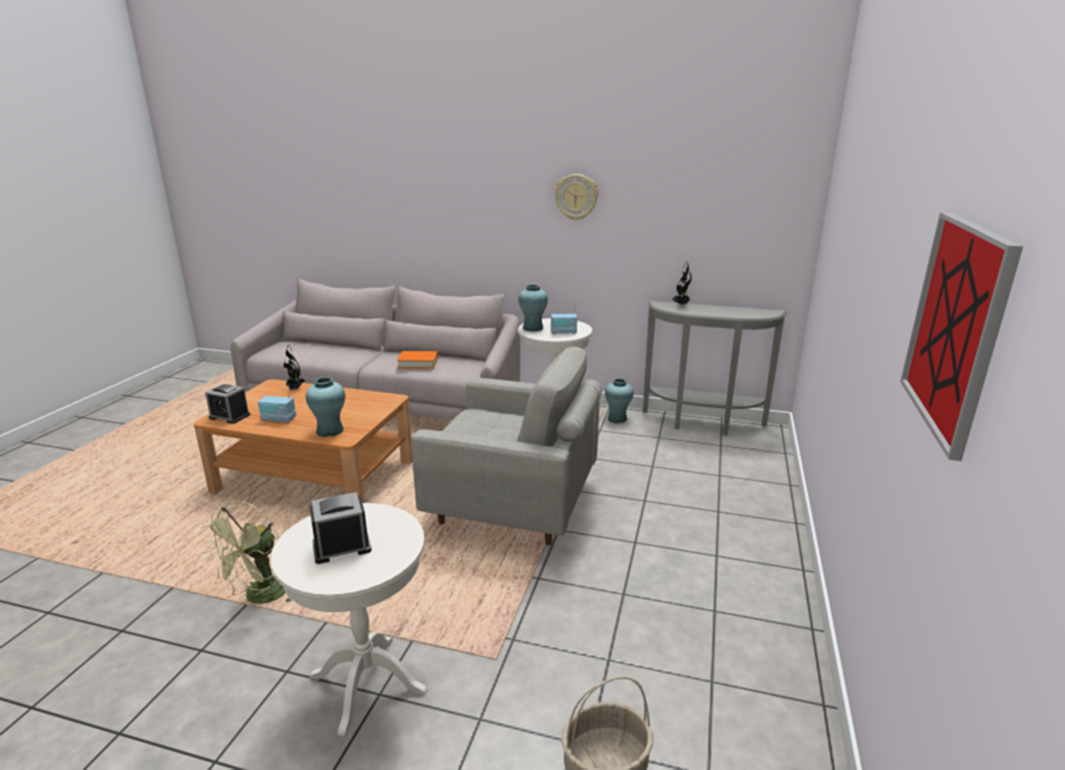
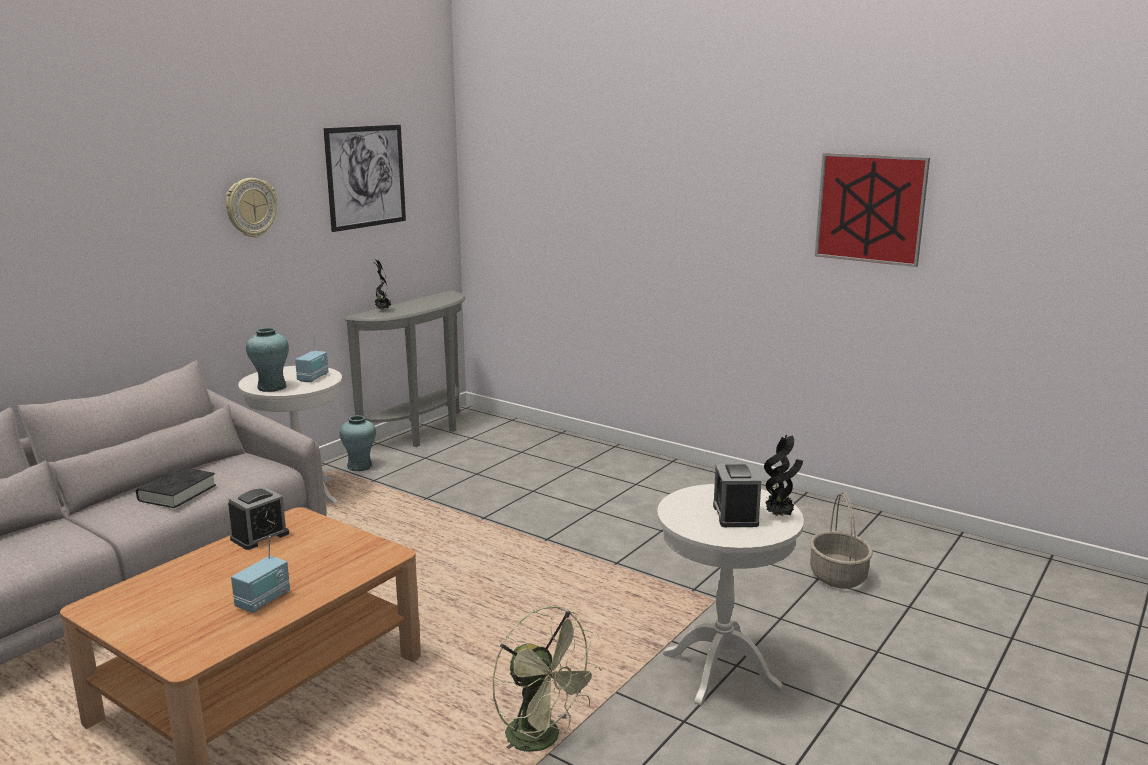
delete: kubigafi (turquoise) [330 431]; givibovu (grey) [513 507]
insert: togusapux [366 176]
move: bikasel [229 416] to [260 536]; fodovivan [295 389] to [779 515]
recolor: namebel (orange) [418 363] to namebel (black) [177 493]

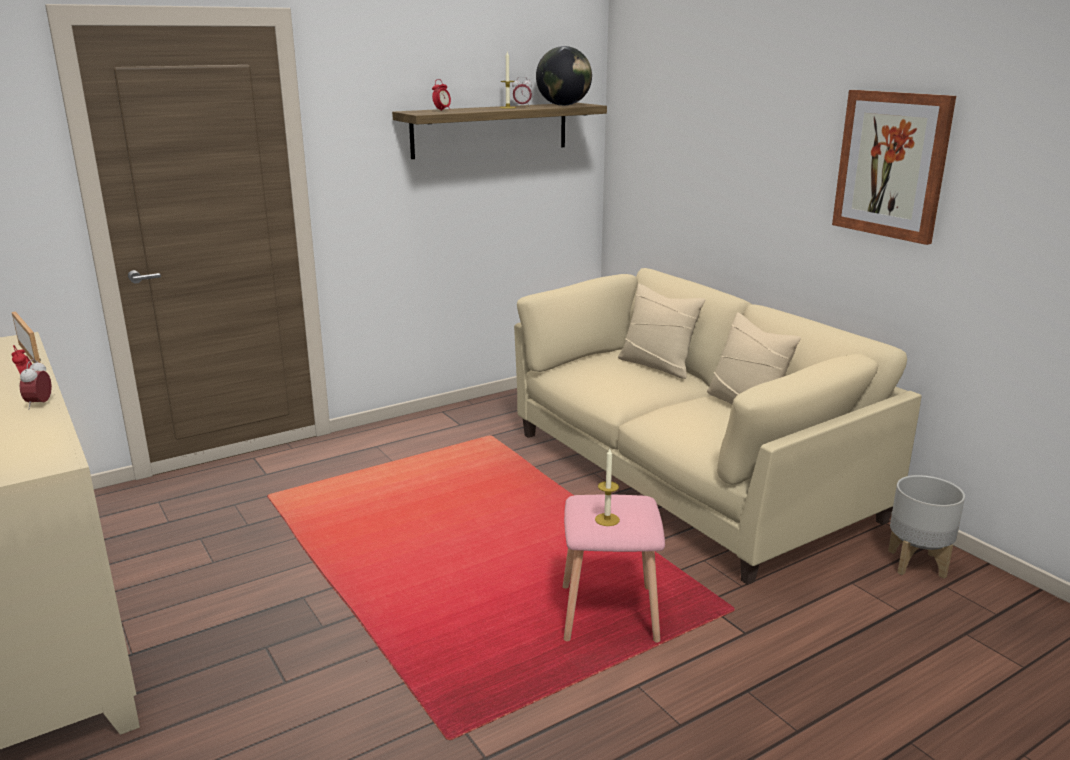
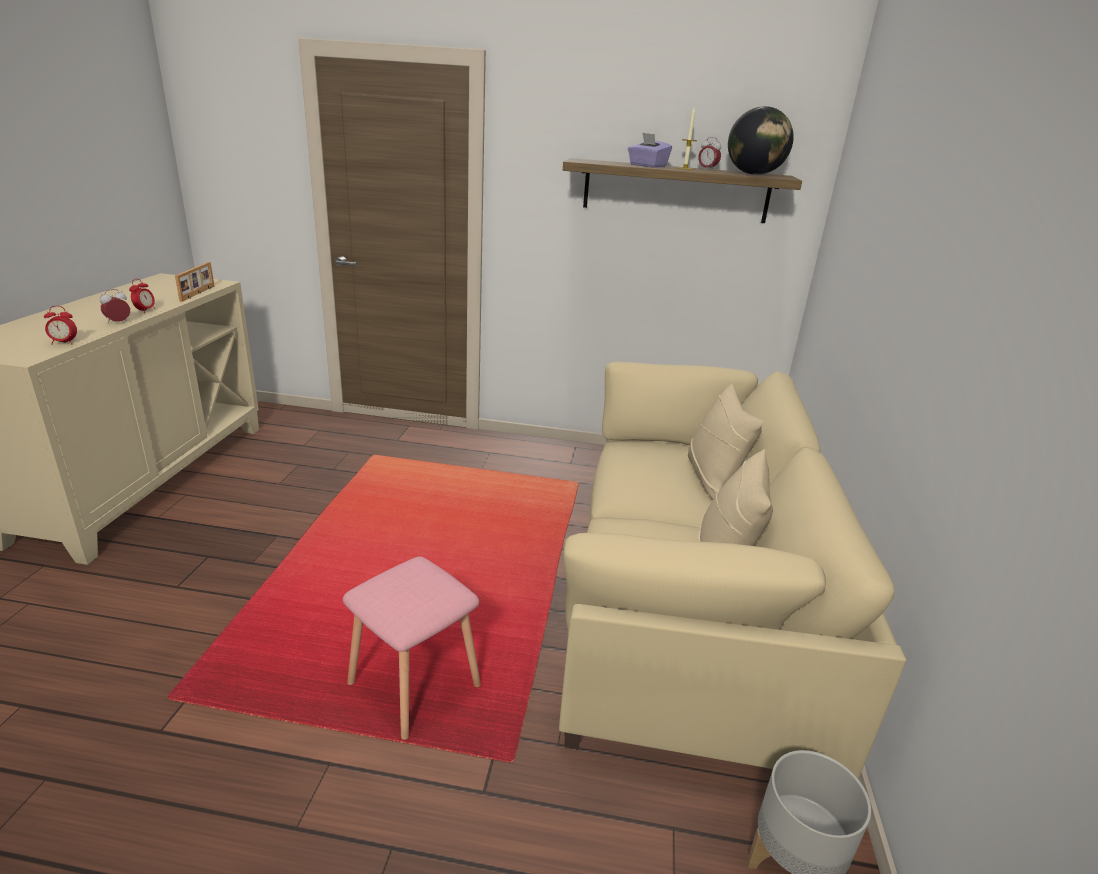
delete: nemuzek [607 519]; togusapux [891 165]
insert: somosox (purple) [647 166]
move: bikasel [442 110] to [64 343]

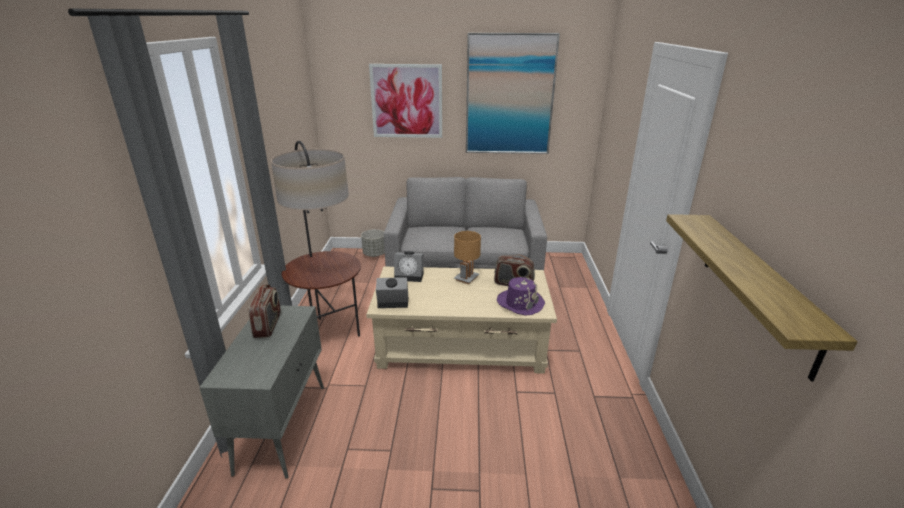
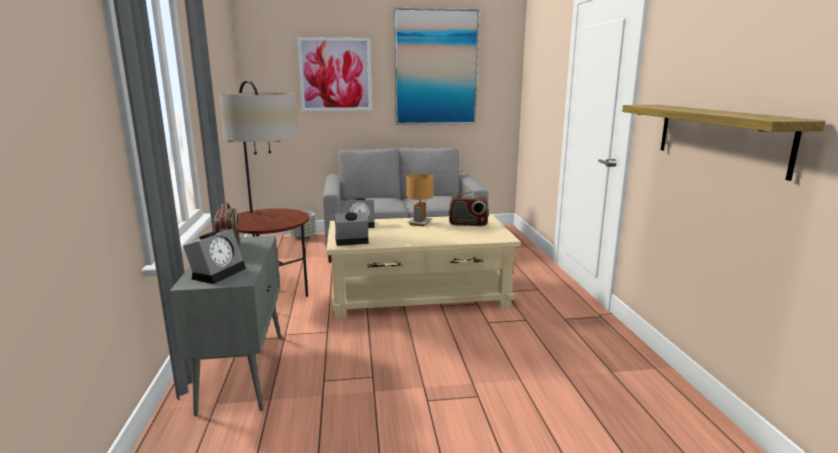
delete: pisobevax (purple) [520 303]
insert: bikasel [218 272]

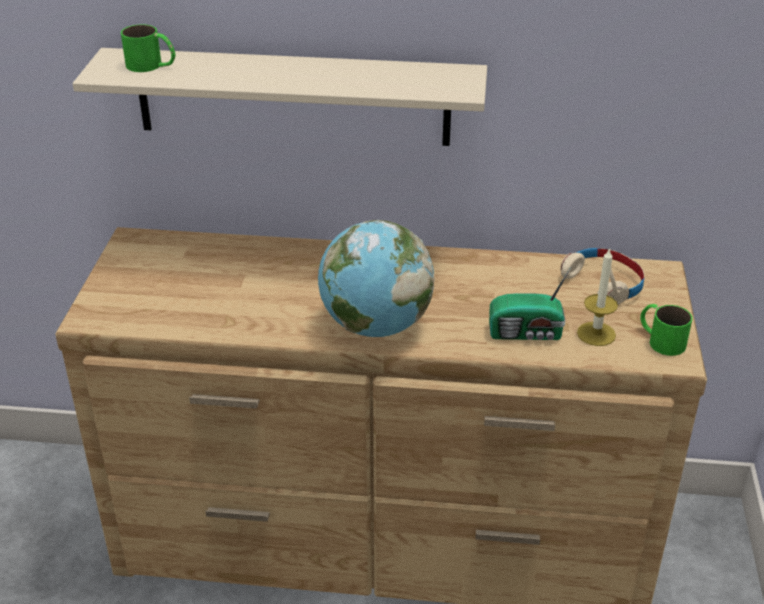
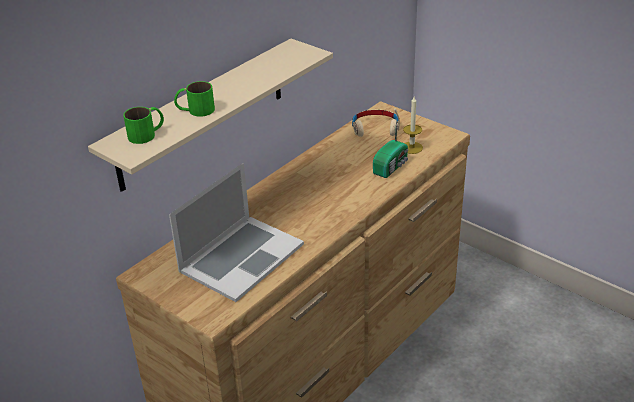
delete: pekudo [375 326]
insert: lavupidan [241 257]
move: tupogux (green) [660 339] to [195 110]

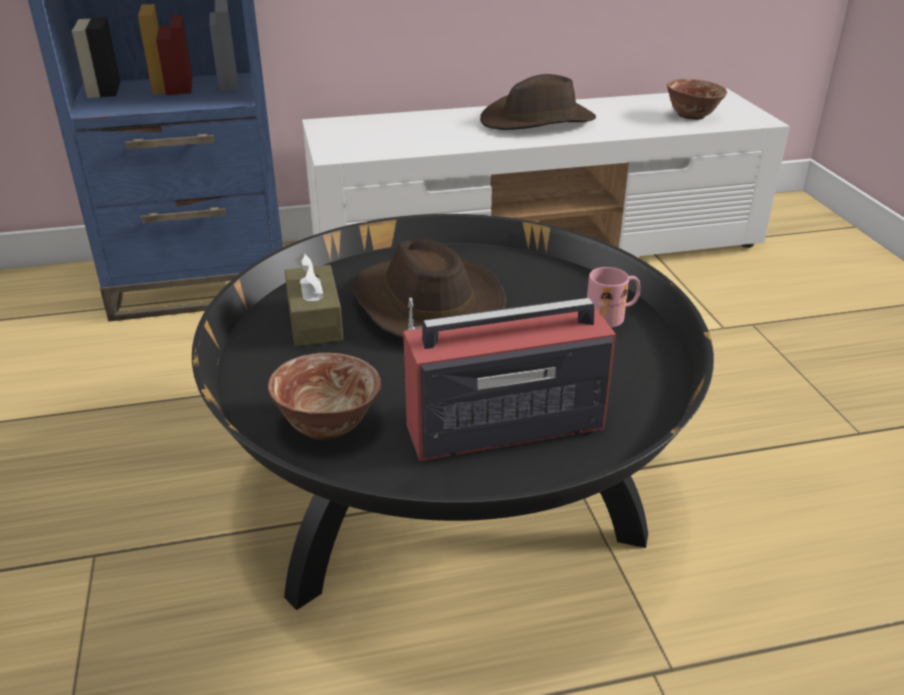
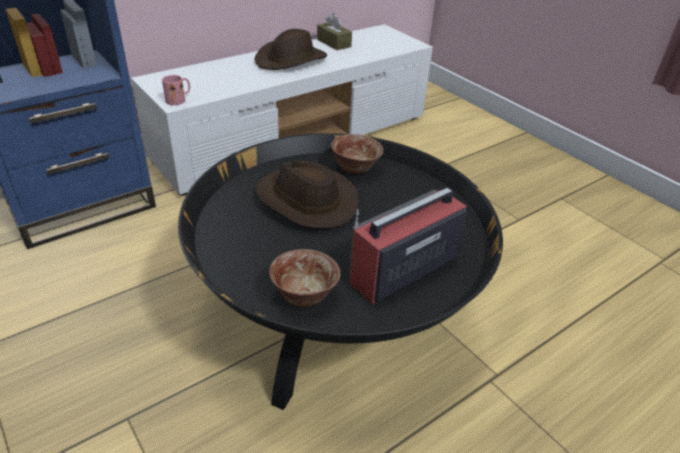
move: somosox (brown) [314 320] to [334 43]; tupogux (pink) [612 316] to [179 99]; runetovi [692 116] to [355 168]

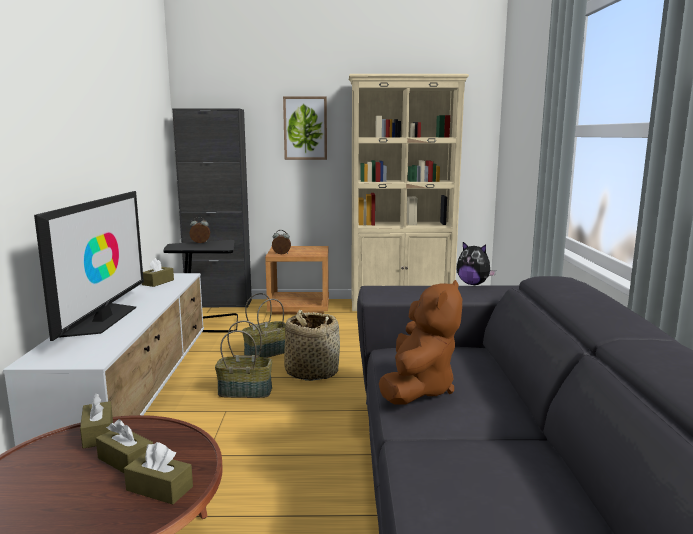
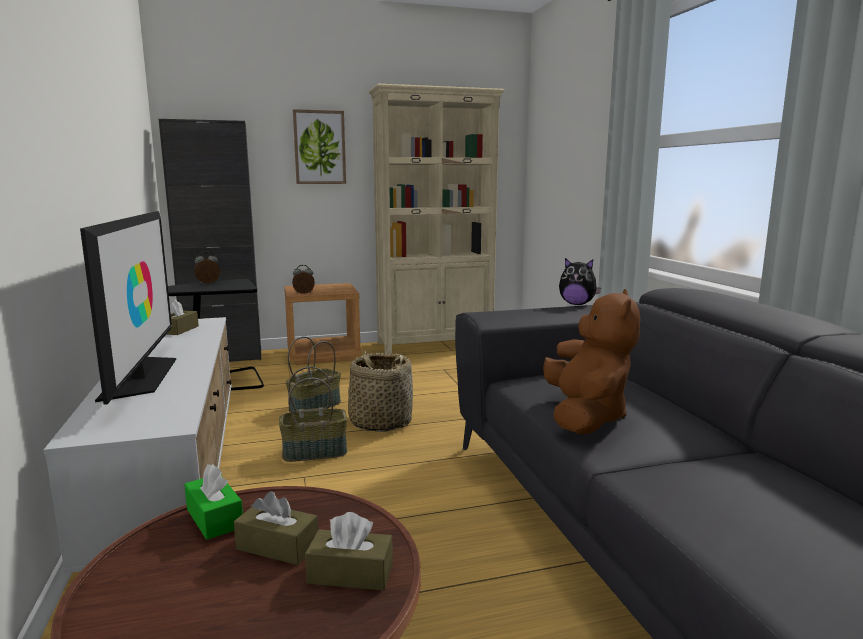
recolor: somosox (brown) [98 433] to somosox (green) [214 518]

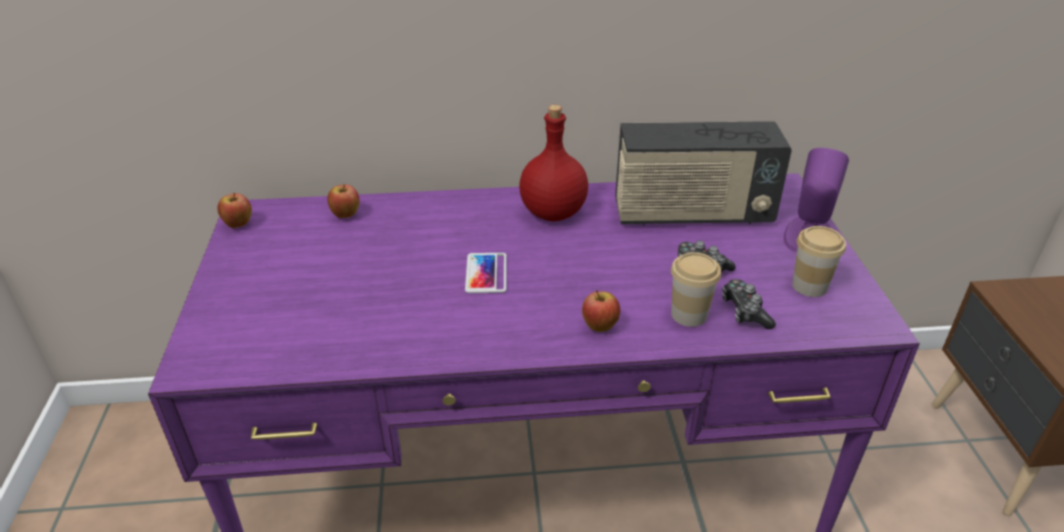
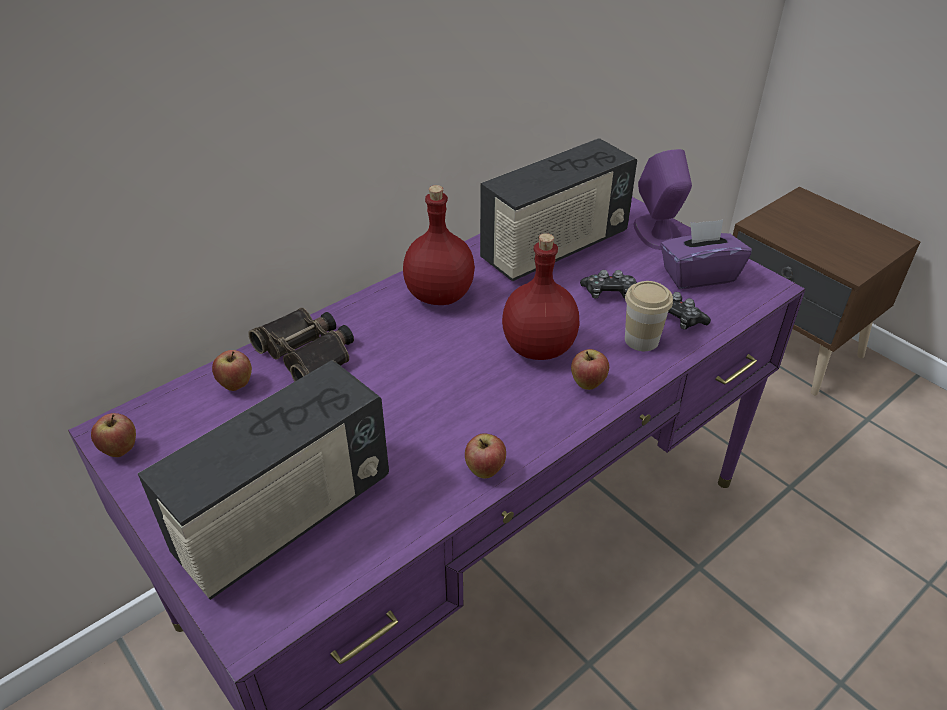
delete: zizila [486 273]
insert: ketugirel [285 518]; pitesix [308 353]; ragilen [485 471]; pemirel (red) [539 346]
replace: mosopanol [809 286] to somosox (purple) [698 275]

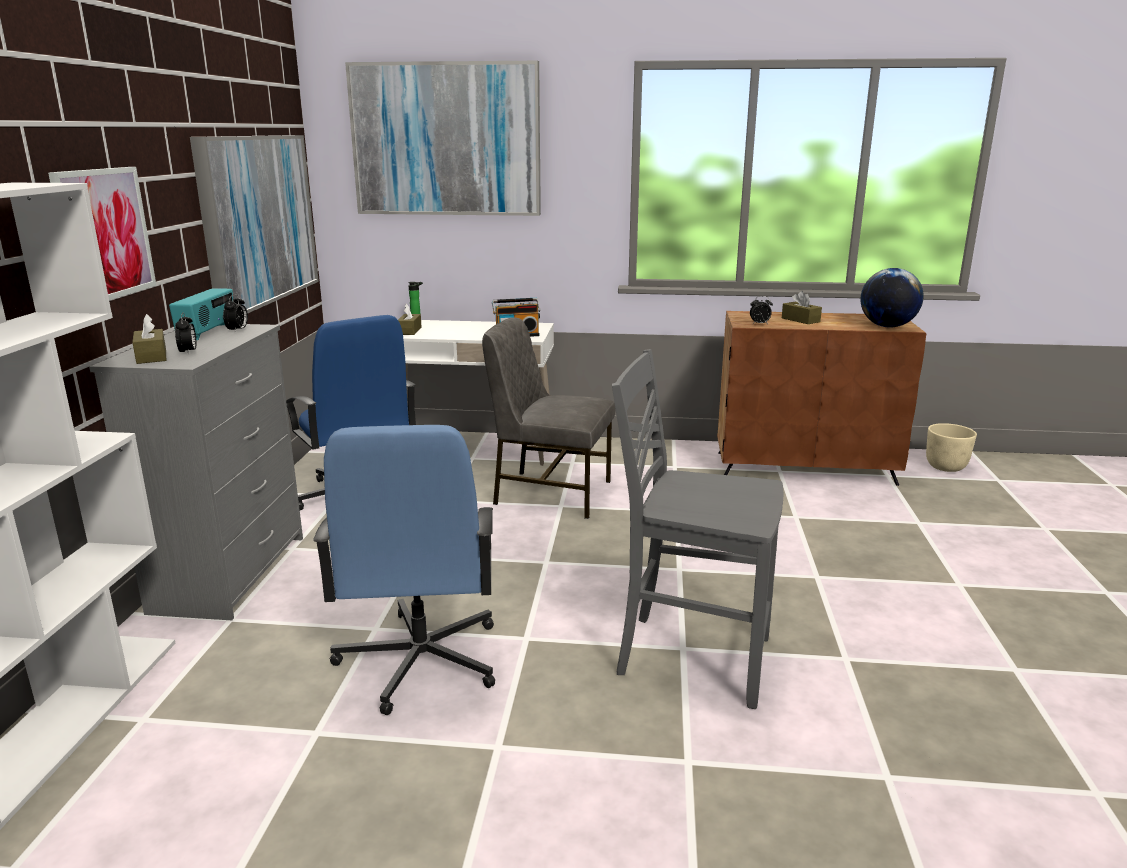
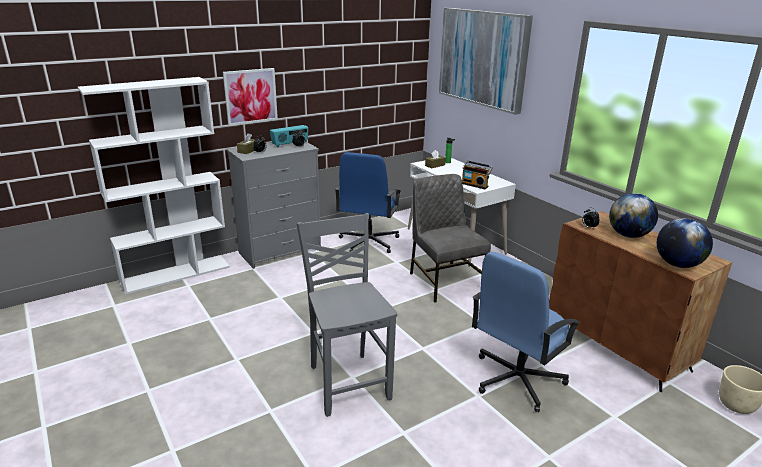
delete: togusapux [257 220]
move: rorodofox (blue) [419 661] to [516 379]
replace: somosox (brown) [800 320] to pekudo [628 235]

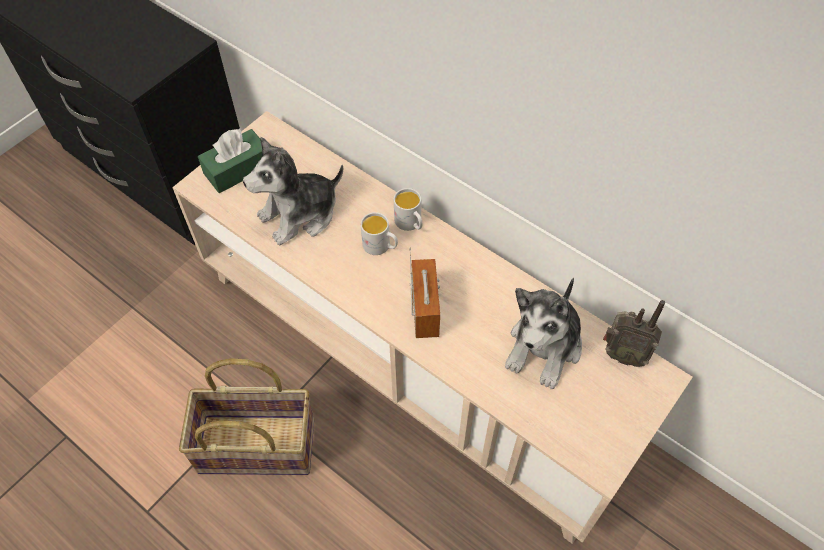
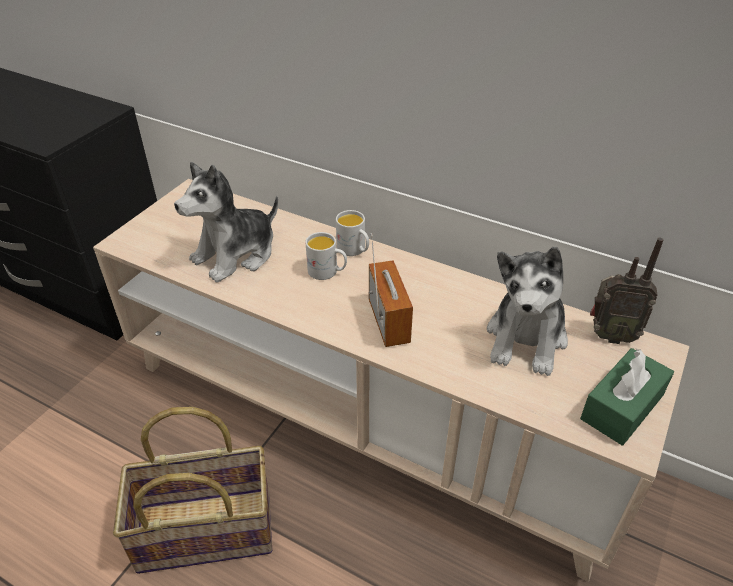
move: somosox (green) [238 169] to [622 407]

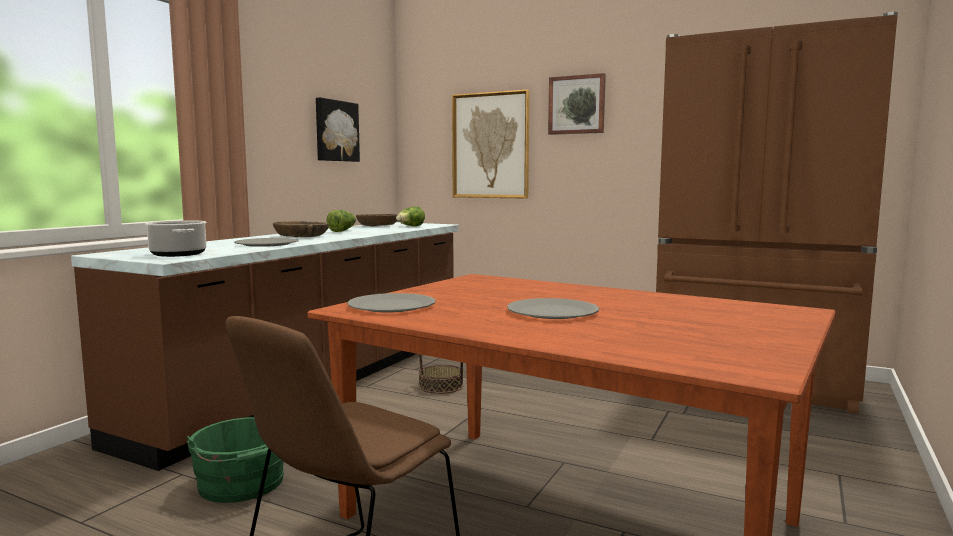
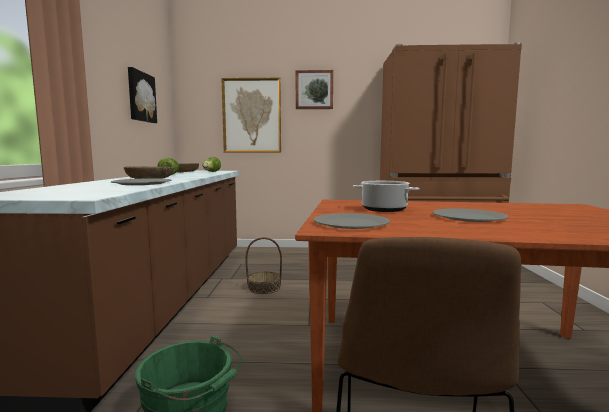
move: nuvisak [179 254] to [384 209]

